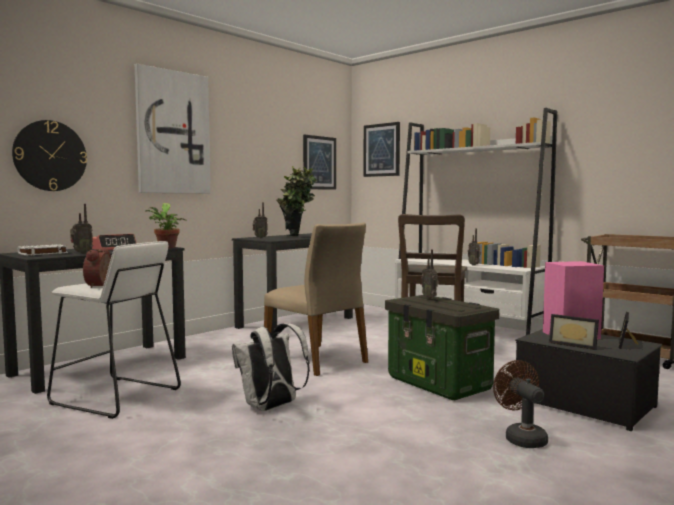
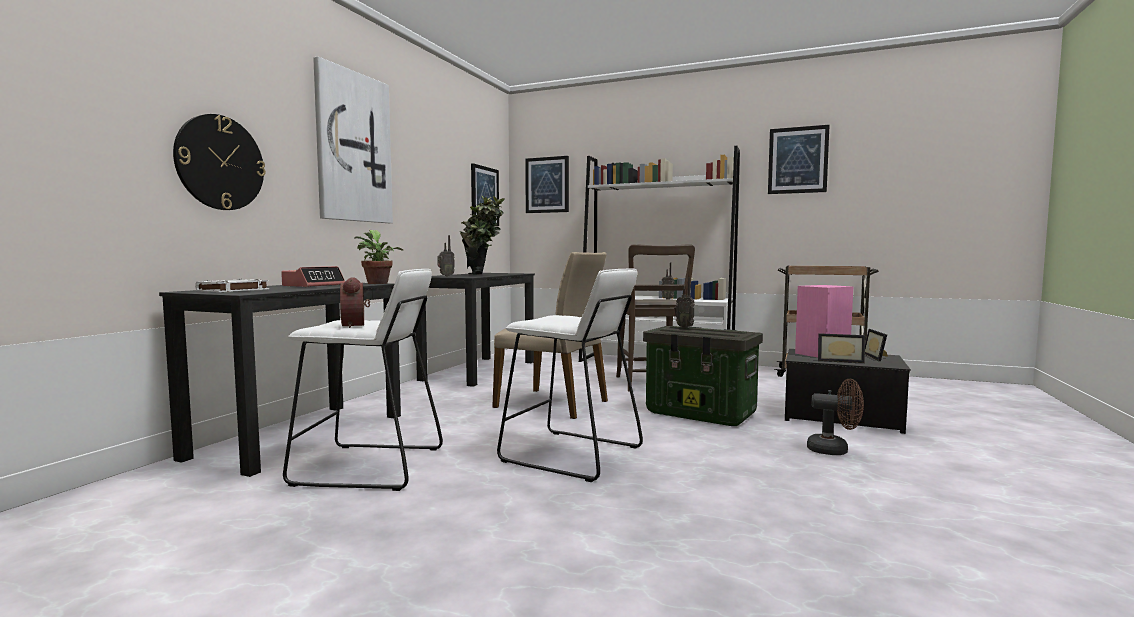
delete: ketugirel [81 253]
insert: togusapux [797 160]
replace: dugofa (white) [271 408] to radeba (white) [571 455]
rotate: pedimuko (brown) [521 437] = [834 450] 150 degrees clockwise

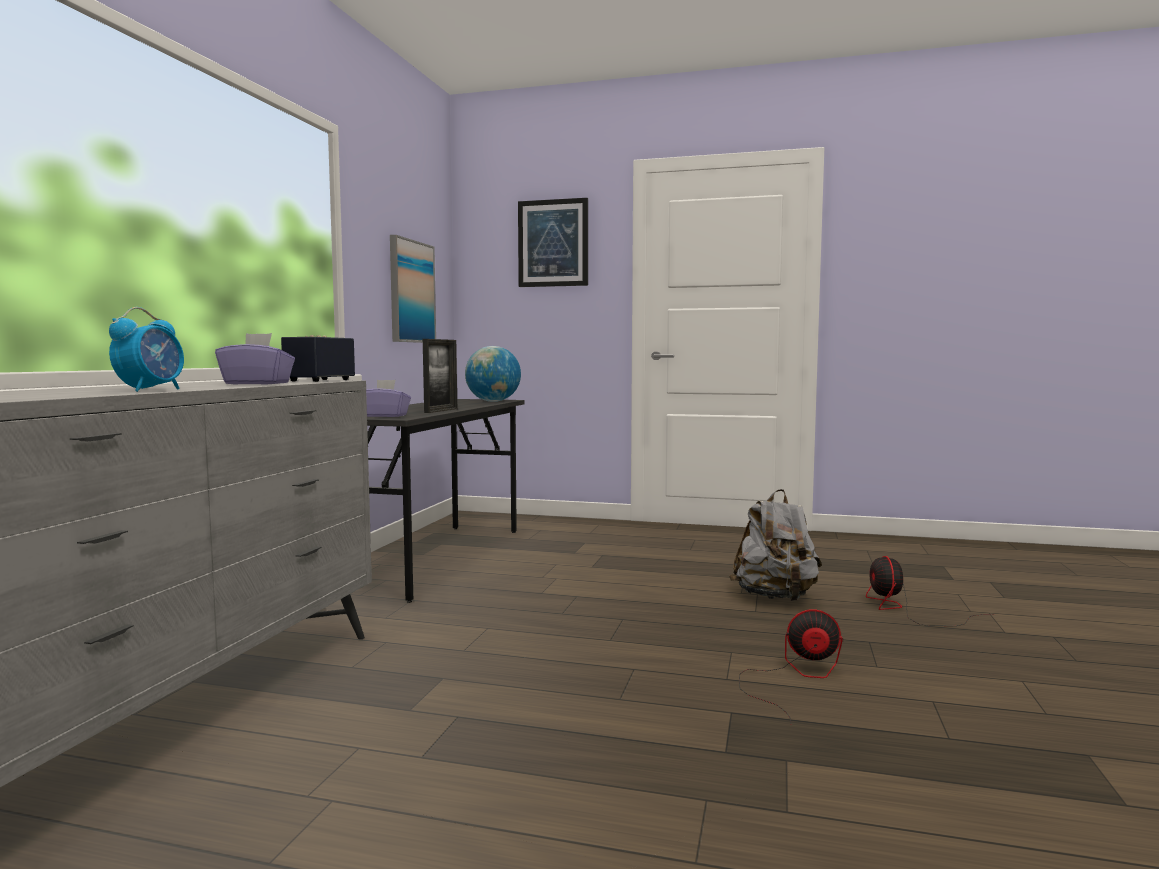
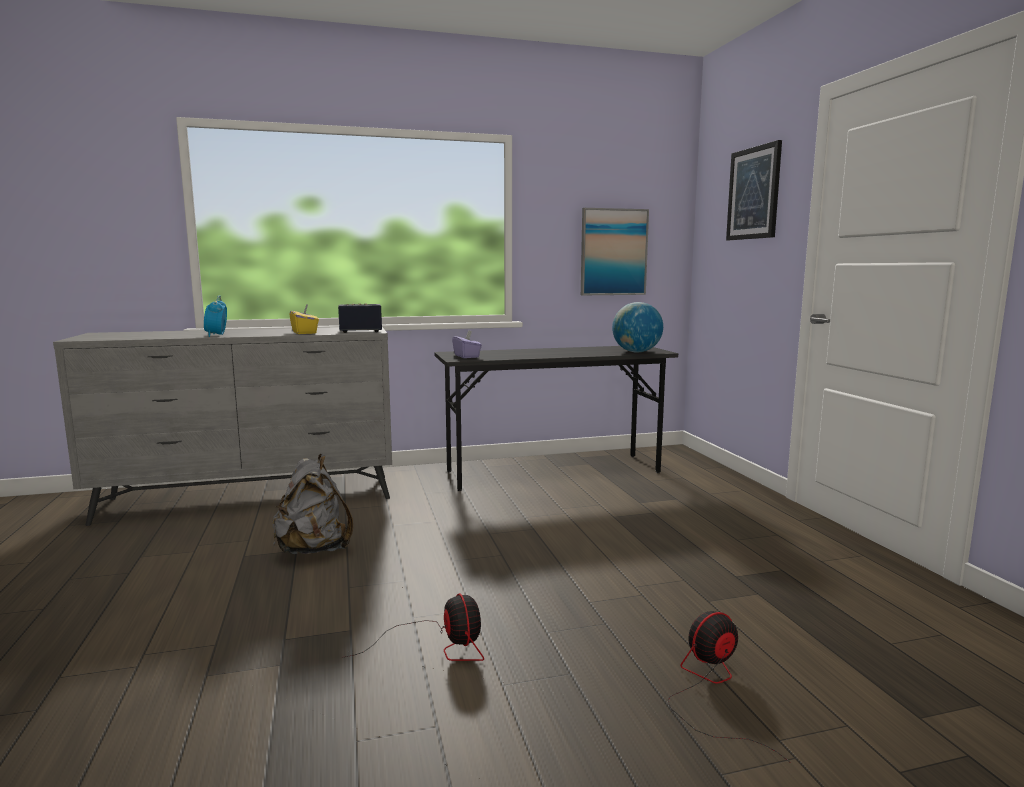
delete: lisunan [441 410]
move: dugofa (grey) [775 598] to [314 549]
recolor: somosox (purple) [257 383] to somosox (yellow) [305 332]
rotate: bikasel [151 390] = [217 335] 90 degrees clockwise

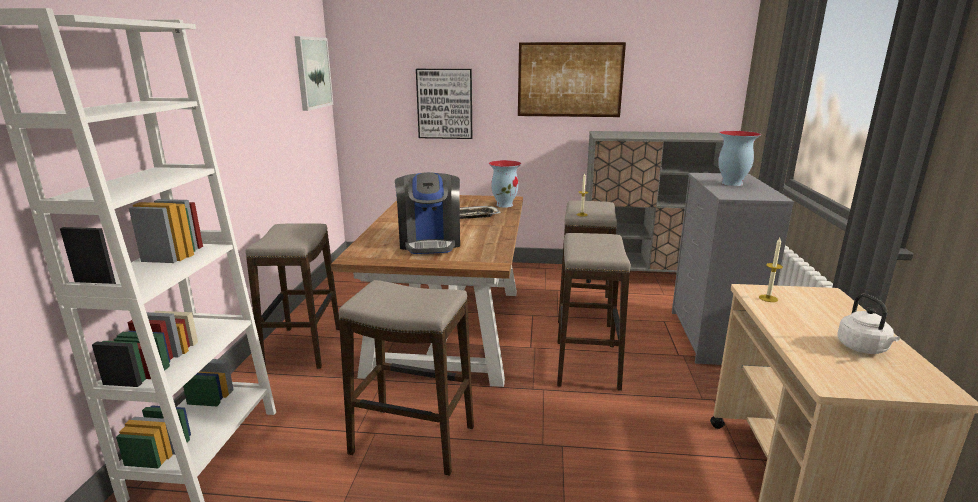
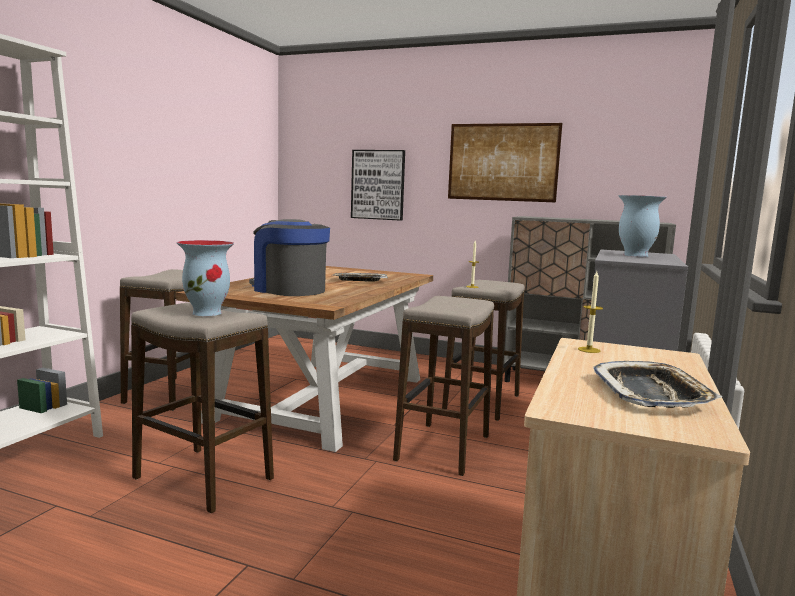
delete: togusapux [312 73]
move: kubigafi [504 205] to [208 313]
replace: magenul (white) [863 348] to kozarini [651 393]
rotate: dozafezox [430 242] = [288 290] 120 degrees clockwise

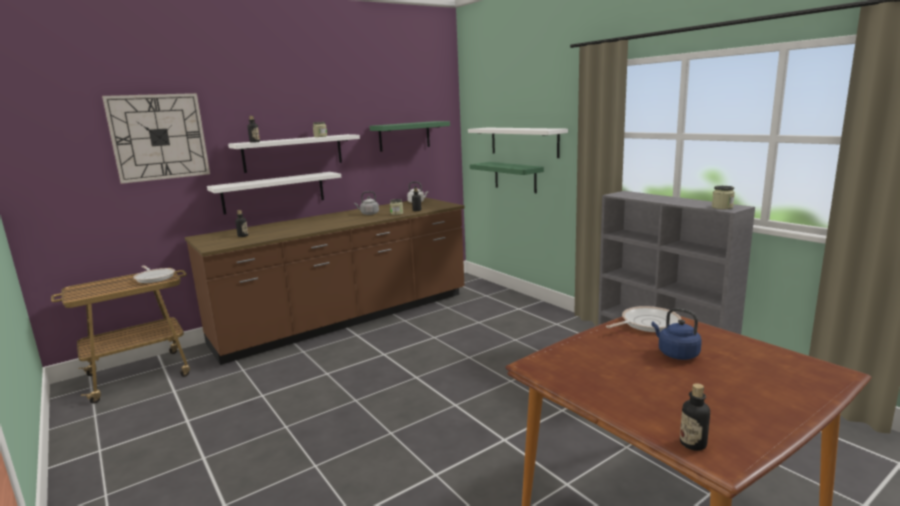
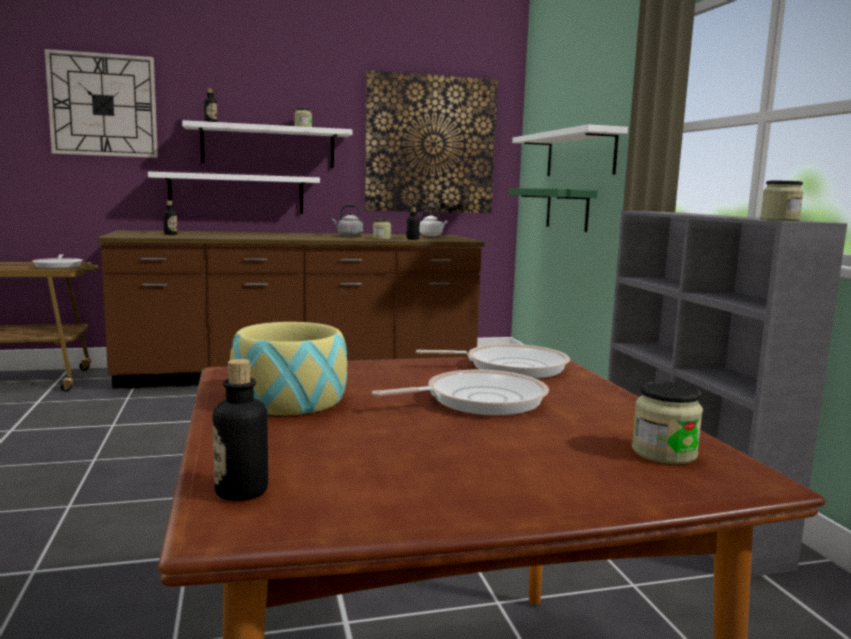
insert: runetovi [289 400]; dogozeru [664 453]
replace: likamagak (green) [404 136] to togusapux [430 145]; magenul (blue) [676 354] to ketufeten [478 400]

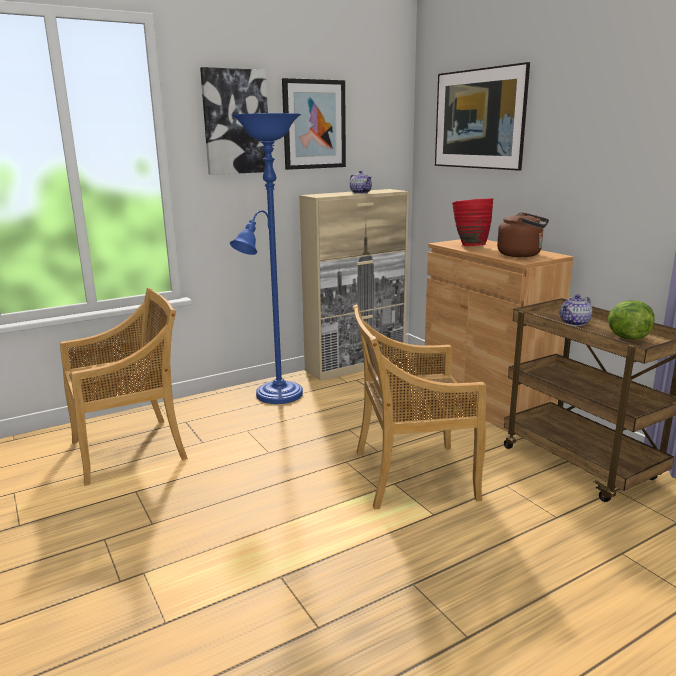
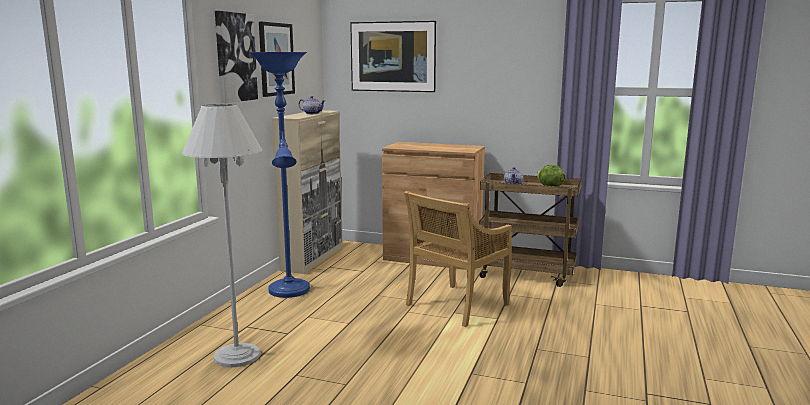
delete: kubigafi (red) [469 246]; magenul (brown) [522 255]
replace: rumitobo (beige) [131 449] to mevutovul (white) [237 356]

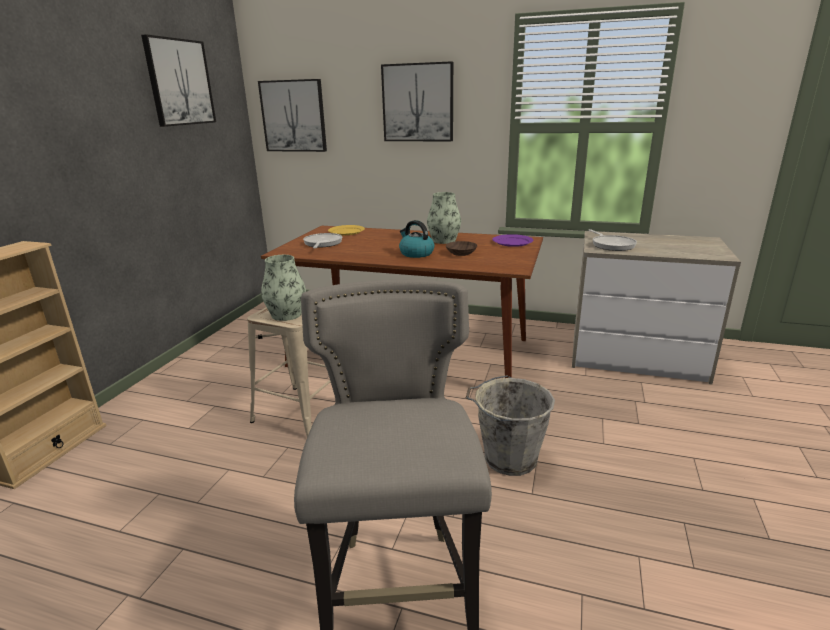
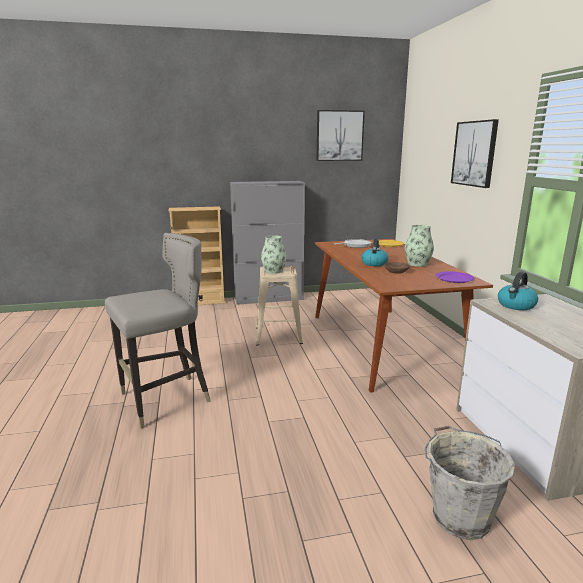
delete: togusapux [293 116]
insert: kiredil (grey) [269 298]
move: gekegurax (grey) [508 458] to [459 516]
replace: ketufeten [611 245] to magenul [516 305]

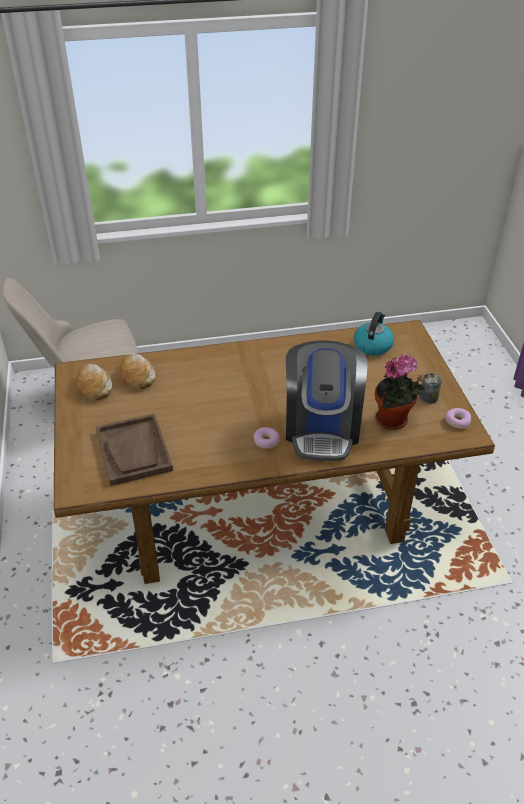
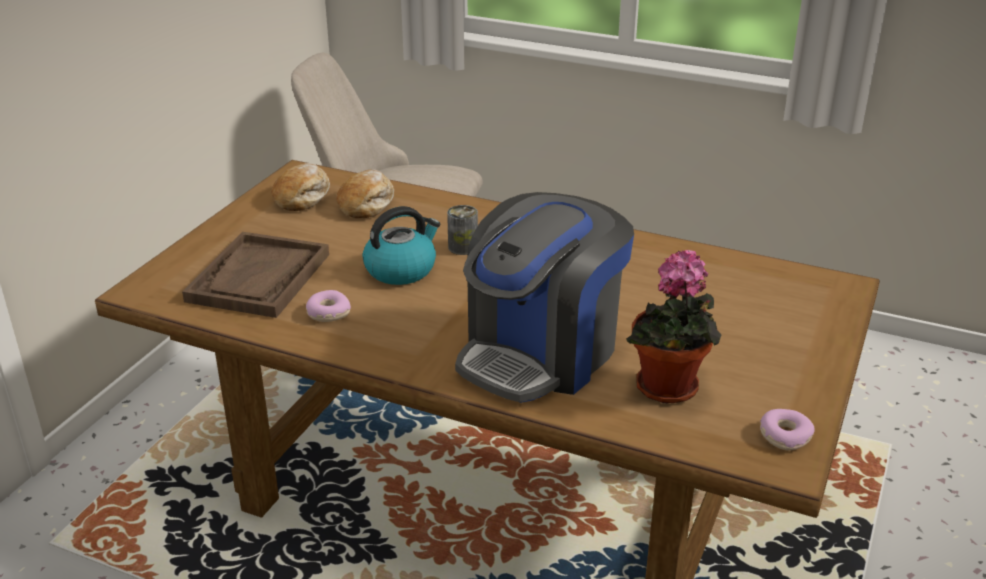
move: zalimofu [266 441] to [328 313]; magenul [372 345] to [401 269]; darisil [428 397] to [463 247]

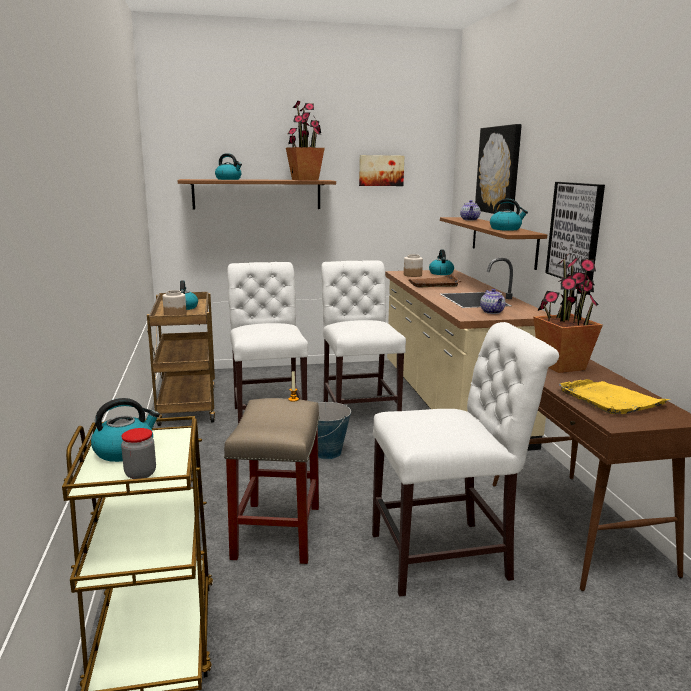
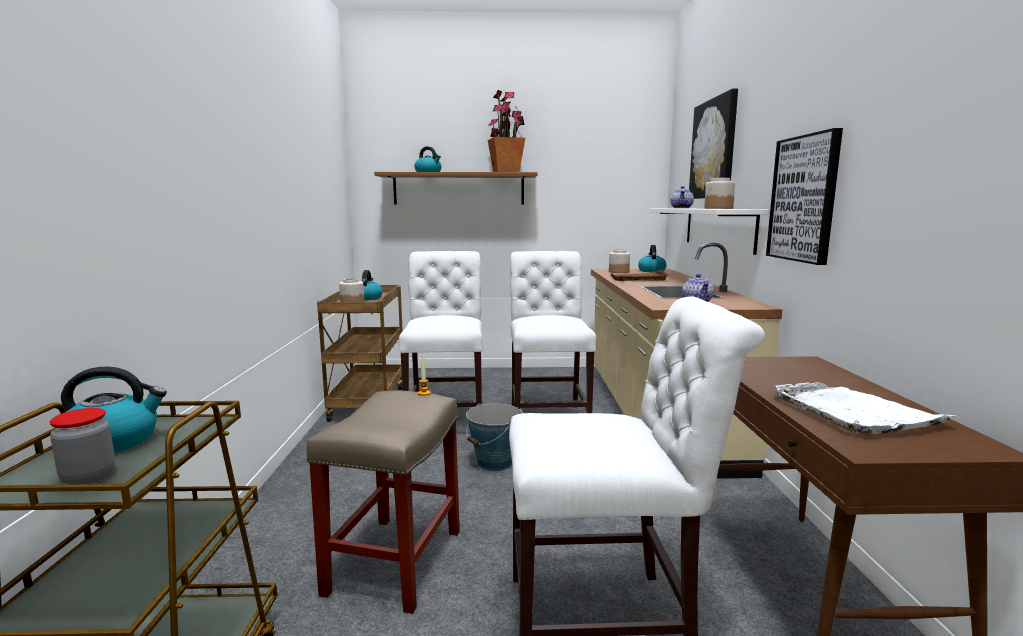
delete: togusapux [381 170]; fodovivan [562 366]
replace: magenul [505 229] to dogozeru [718 208]
recolor: likamagak (brown) [503 241] to likamagak (white) [718 228]; kozarini (yellow) [610 399] to kozarini (white) [853 412]

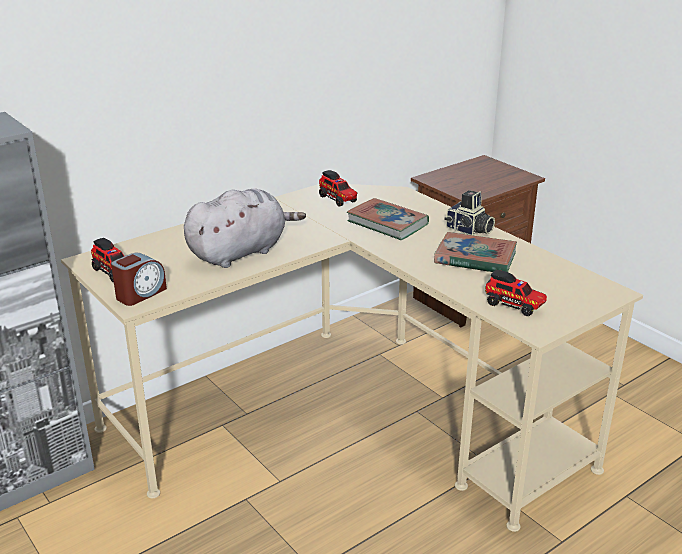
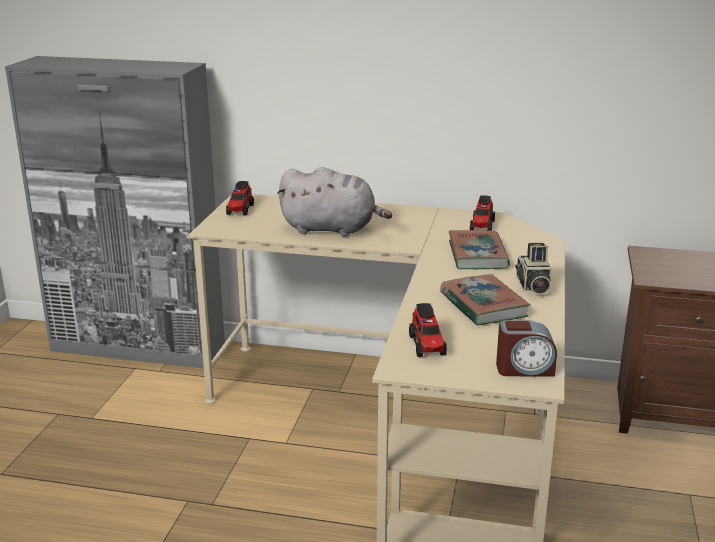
move: bikasel [140 294] to [524 369]

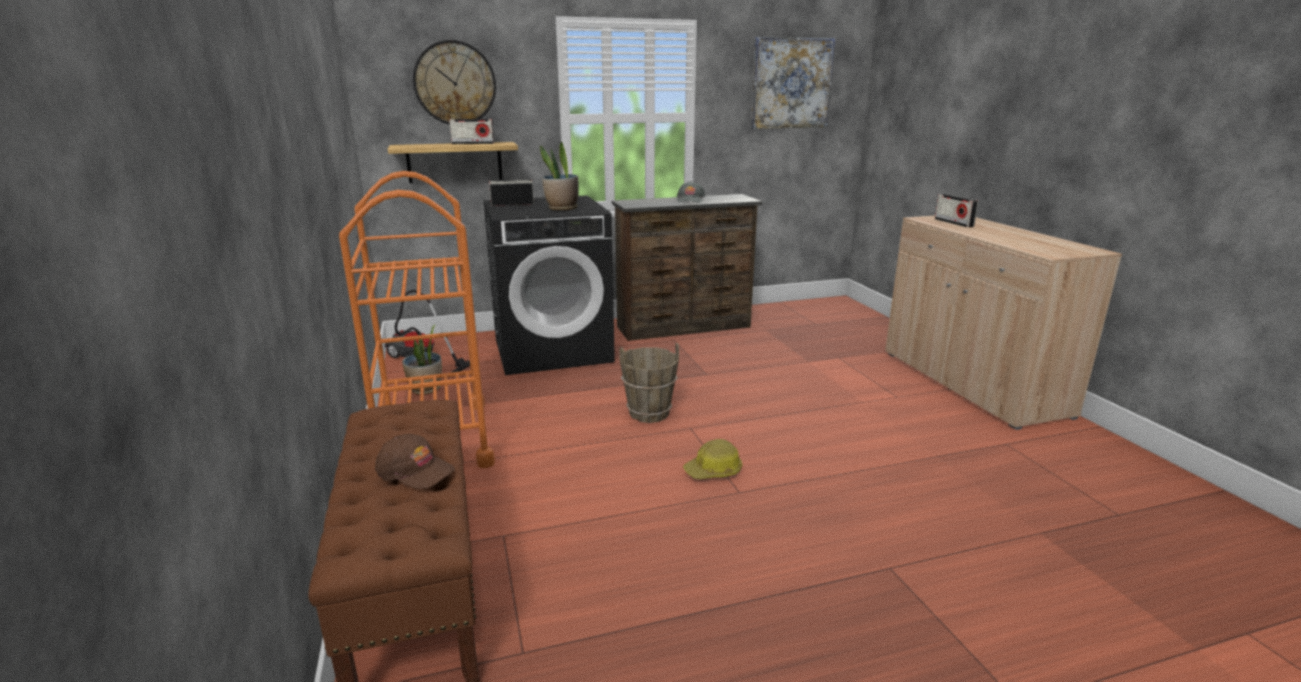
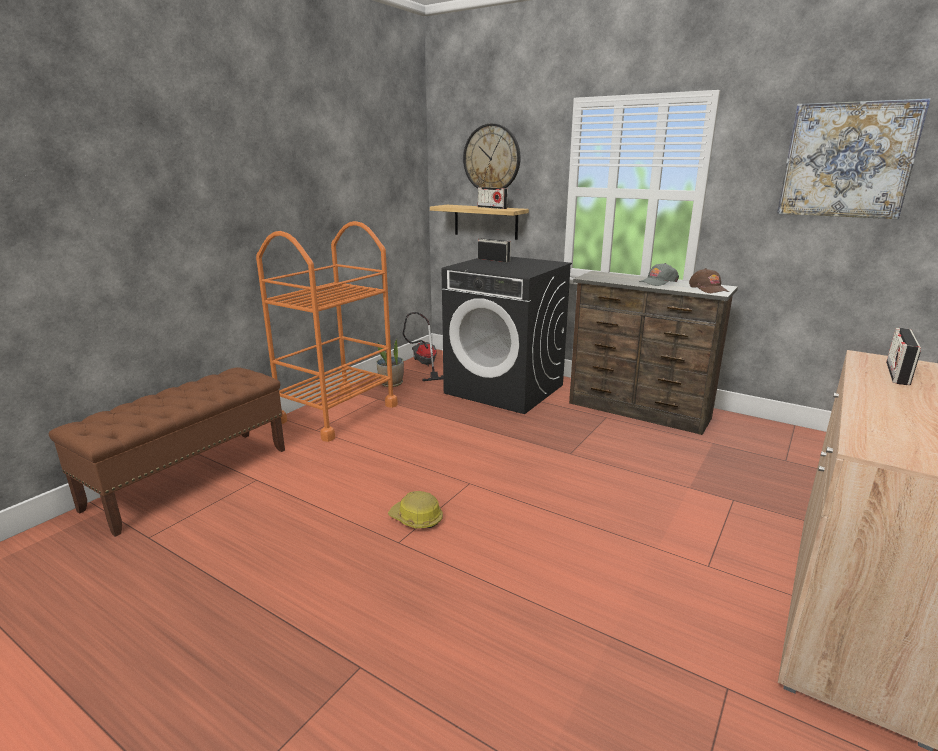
delete: fodovivan [562 208]; gekegurax (brown) [649 413]
move: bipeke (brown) [415 471] to [708 289]

